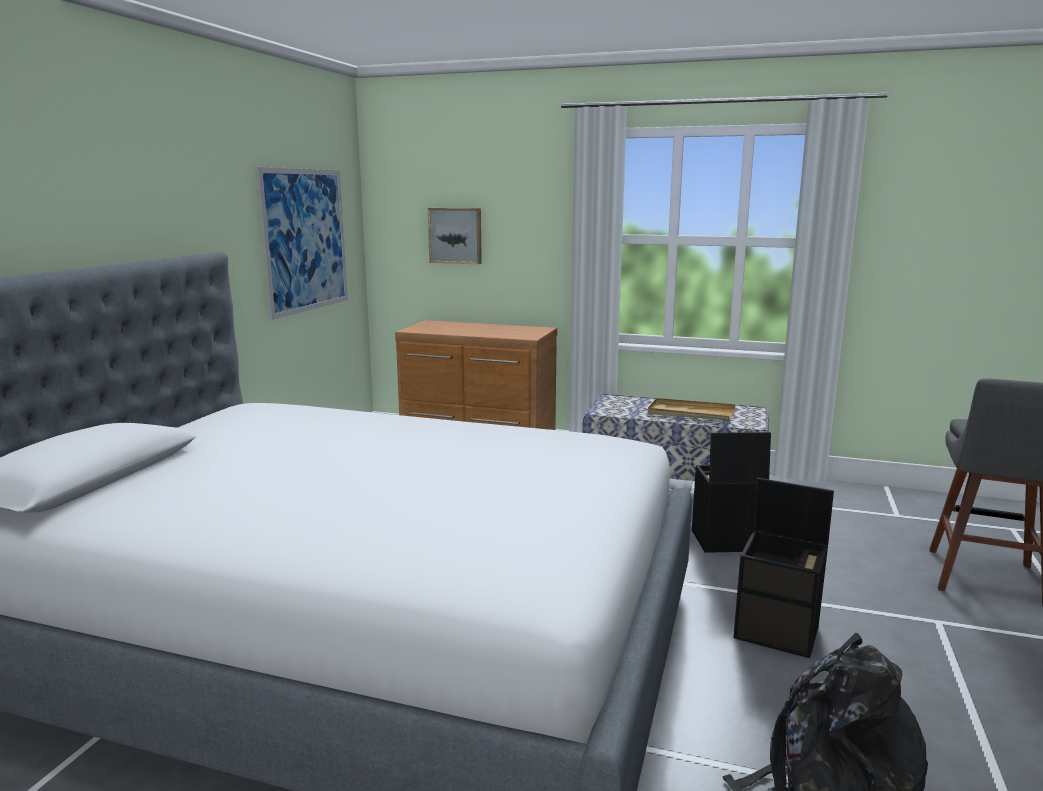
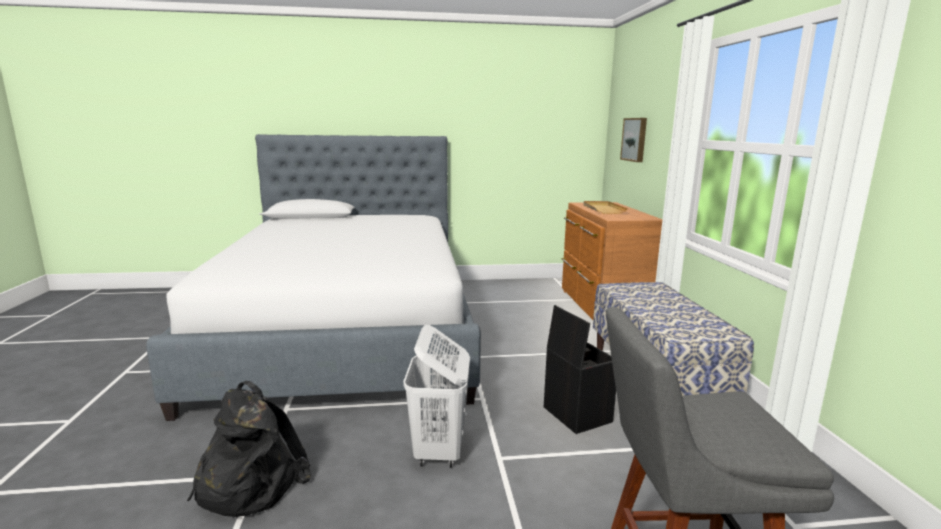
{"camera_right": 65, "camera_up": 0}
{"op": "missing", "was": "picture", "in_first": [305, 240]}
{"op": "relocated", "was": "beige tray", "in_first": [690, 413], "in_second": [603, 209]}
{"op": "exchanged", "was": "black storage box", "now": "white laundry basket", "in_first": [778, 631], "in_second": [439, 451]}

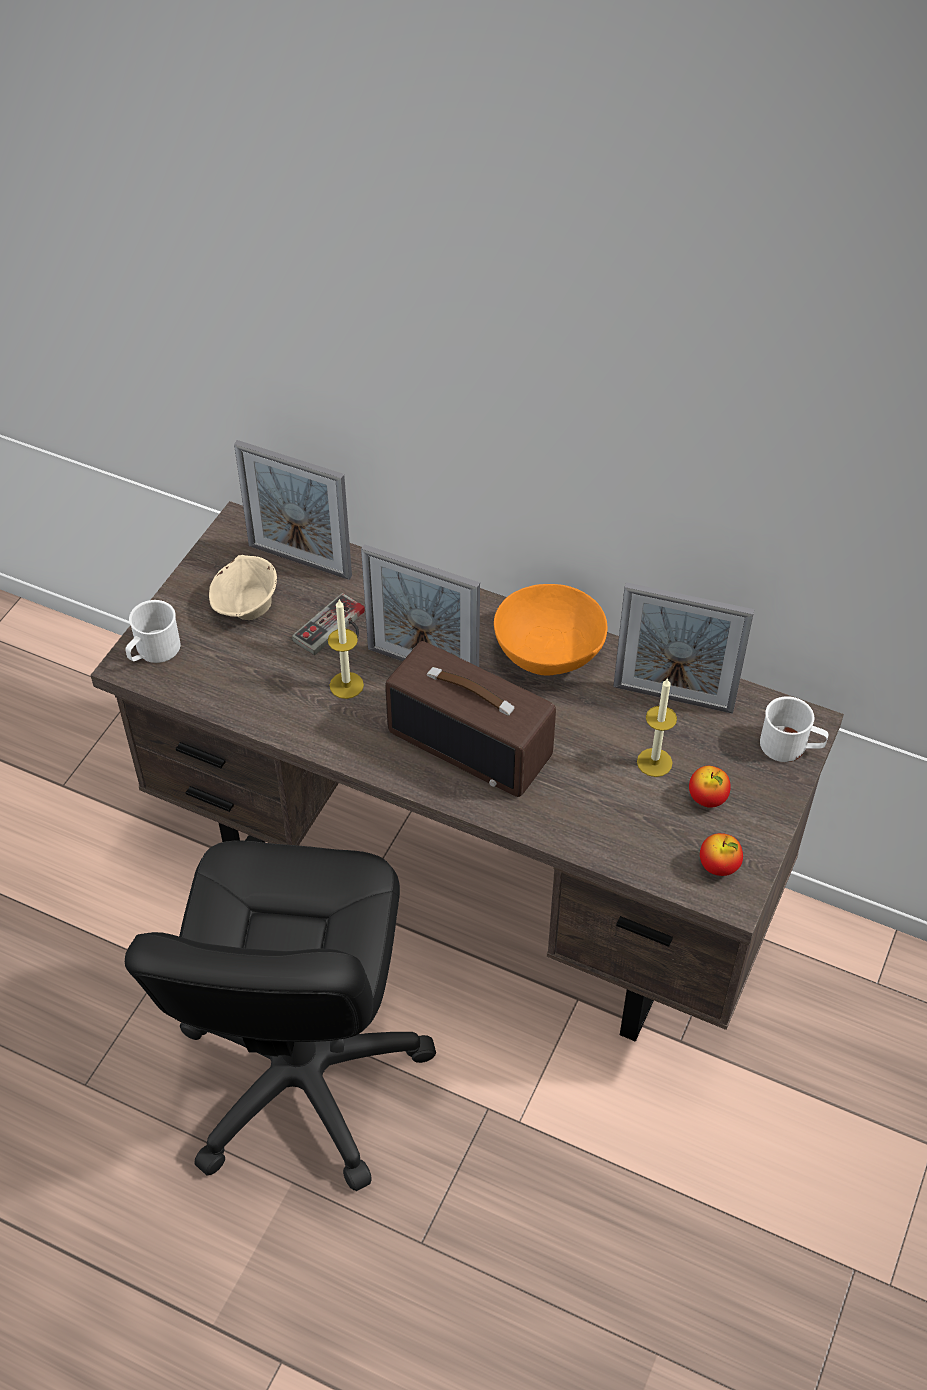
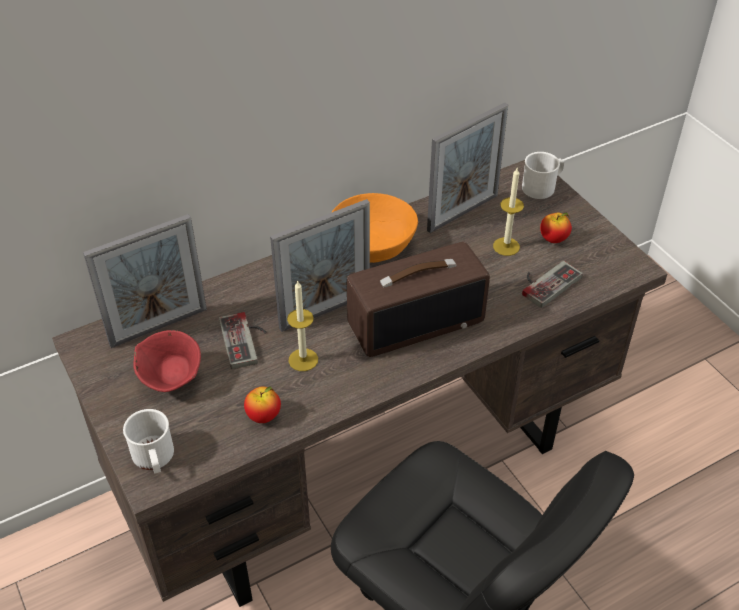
{"camera_right": -55, "camera_up": -5}
{"op": "appeared", "now": "game controller", "in_second": [546, 282]}
{"op": "relocated", "was": "apple", "in_first": [718, 867], "in_second": [264, 416]}
{"op": "colour", "was": "beige bowl", "now": "red bowl", "in_first": [247, 609], "in_second": [172, 380]}

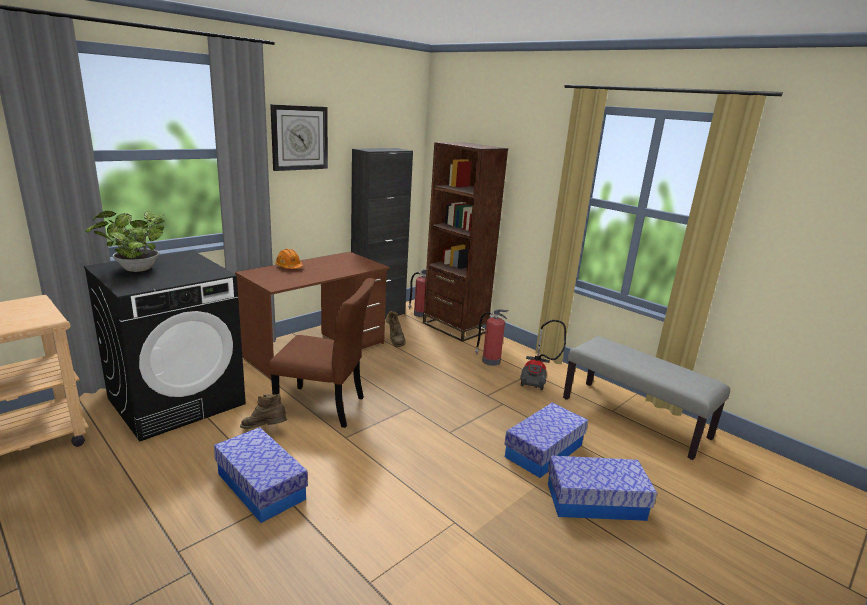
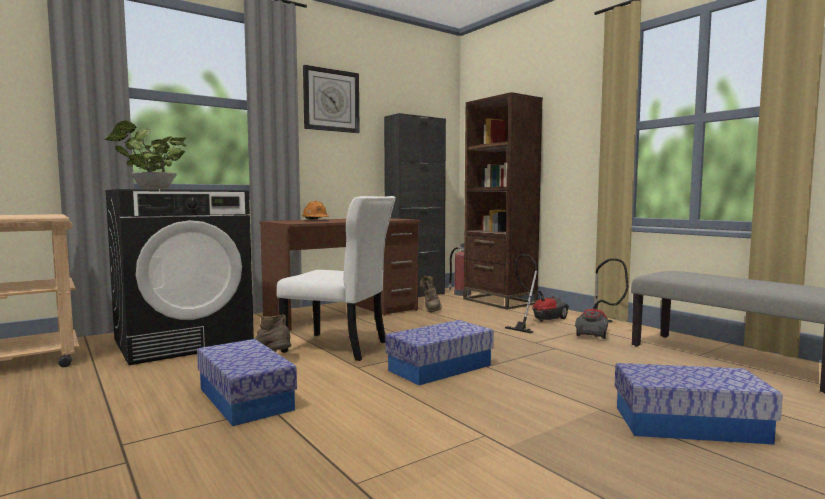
{"camera_right": 10, "camera_up": -15}
{"op": "relocated", "was": "storage box", "in_first": [544, 451], "in_second": [440, 368]}
{"op": "exchanged", "was": "fire extinguisher", "now": "vacuum cleaner", "in_first": [490, 361], "in_second": [539, 321]}
{"op": "colour", "was": "brown chair", "now": "white chair", "in_first": [324, 407], "in_second": [339, 347]}

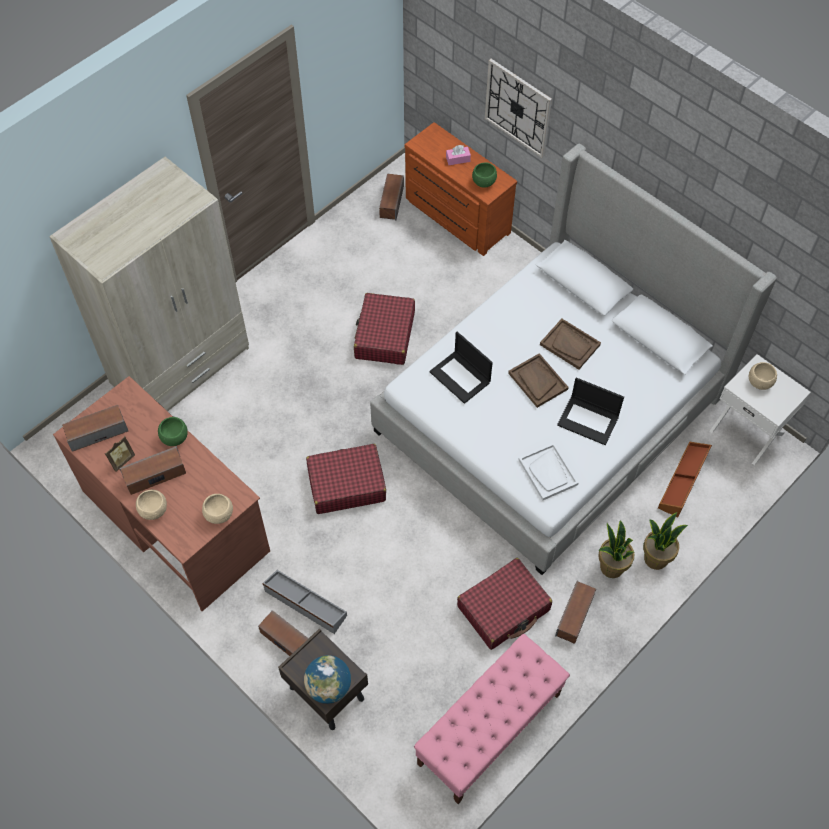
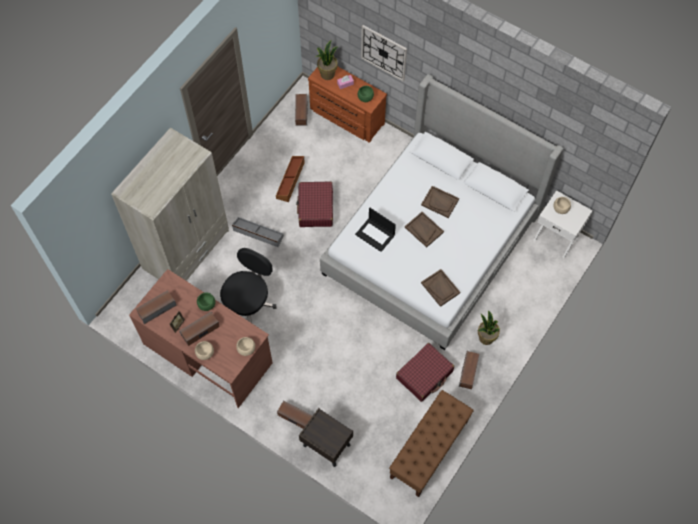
{"camera_right": -10, "camera_up": 5}
{"op": "missing", "was": "globe", "in_first": [329, 686]}
{"op": "missing", "was": "red suitcase", "in_first": [346, 484]}
{"op": "missing", "was": "laptop", "in_first": [589, 420]}
{"op": "appeared", "now": "black office chair", "in_second": [249, 302]}
{"op": "relocated", "was": "grey storage box", "in_first": [305, 604], "in_second": [258, 234]}
{"op": "relocated", "was": "potted plant", "in_first": [655, 558], "in_second": [327, 74]}
{"op": "relocated", "was": "brown storage box", "in_first": [683, 481], "in_second": [291, 180]}
{"op": "colour", "was": "pink bench", "now": "brown bench", "in_first": [489, 729], "in_second": [429, 450]}
{"op": "colour", "was": "white tray", "now": "brown tray", "in_first": [548, 472], "in_second": [440, 288]}

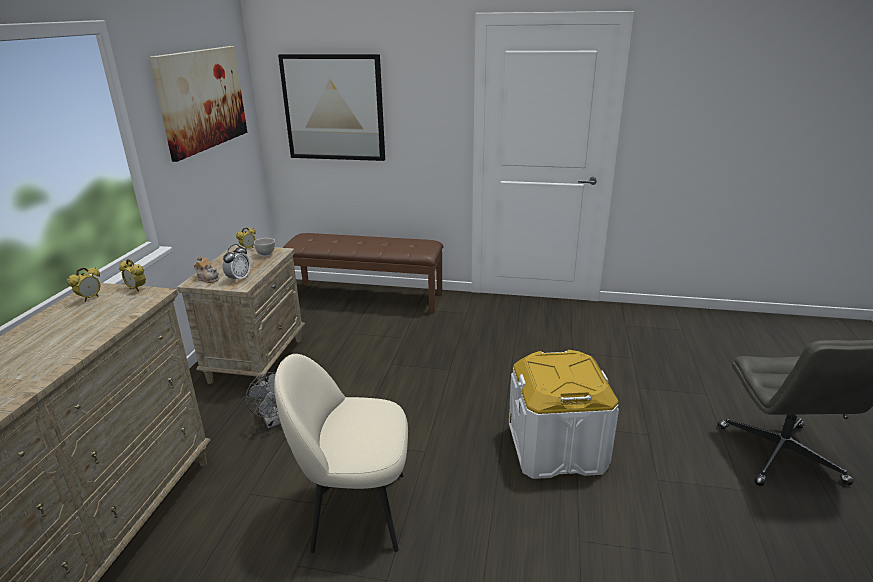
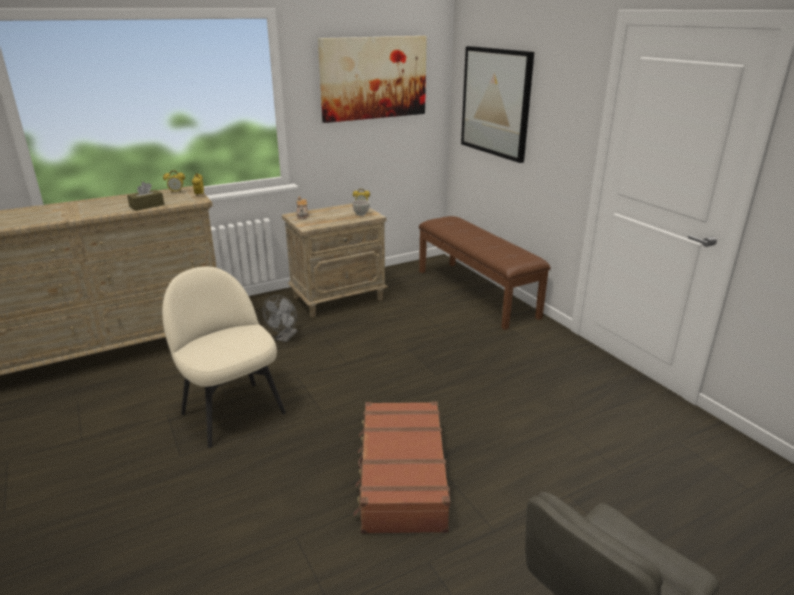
{"camera_right": 50, "camera_up": 0}
{"op": "missing", "was": "alarm clock", "in_first": [239, 279]}
{"op": "appeared", "now": "brown tissue box", "in_second": [147, 206]}
{"op": "exchanged", "was": "white storage box", "now": "brown suitcase", "in_first": [557, 448], "in_second": [401, 476]}

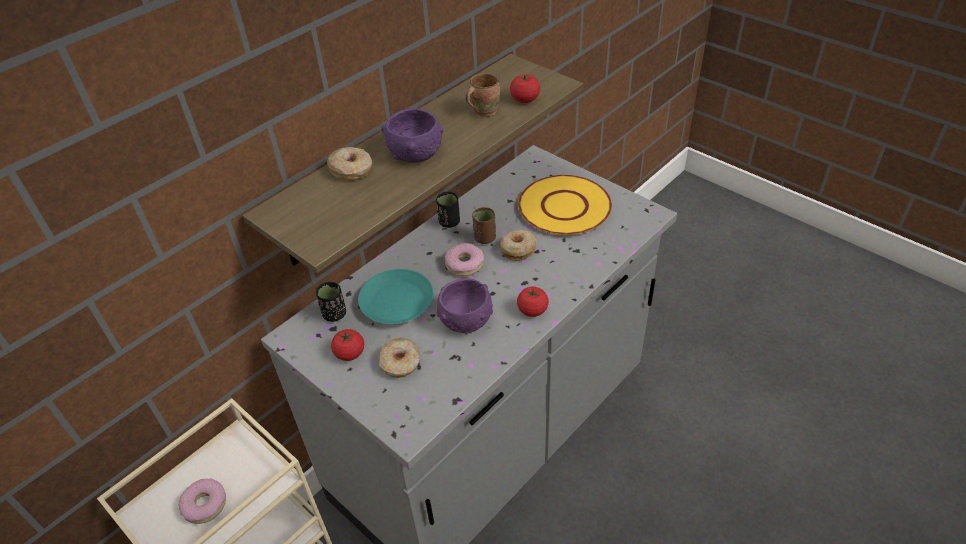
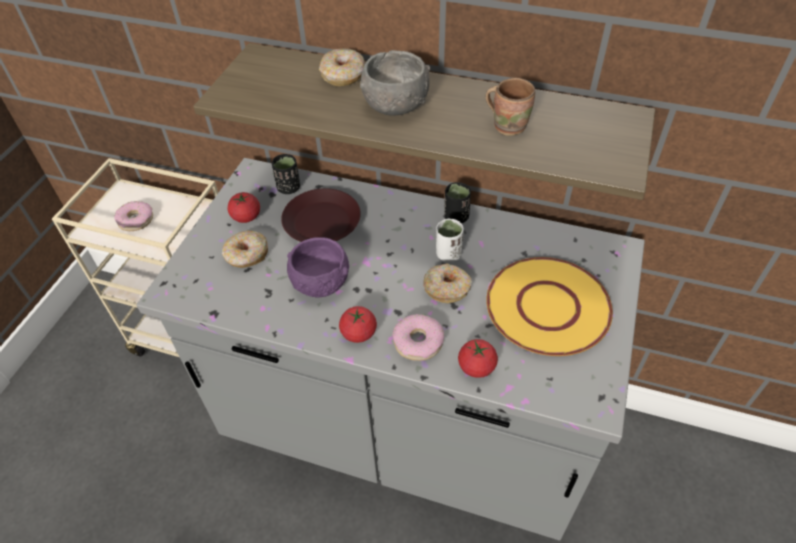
{"camera_right": 65, "camera_up": 5}
{"op": "relocated", "was": "donut", "in_first": [464, 264], "in_second": [418, 342]}
{"op": "relocated", "was": "tomato", "in_first": [525, 99], "in_second": [476, 367]}
{"op": "colour", "was": "turquoise plate", "now": "brown plate", "in_first": [396, 302], "in_second": [321, 222]}
{"op": "colour", "was": "purple bowl", "now": "grey bowl", "in_first": [415, 153], "in_second": [395, 104]}
{"op": "colour", "was": "brown cup", "now": "white cup", "in_first": [485, 238], "in_second": [448, 254]}

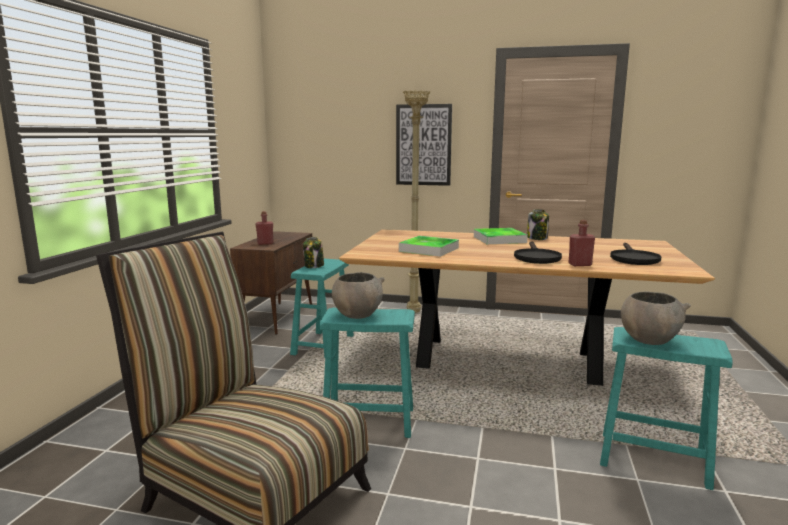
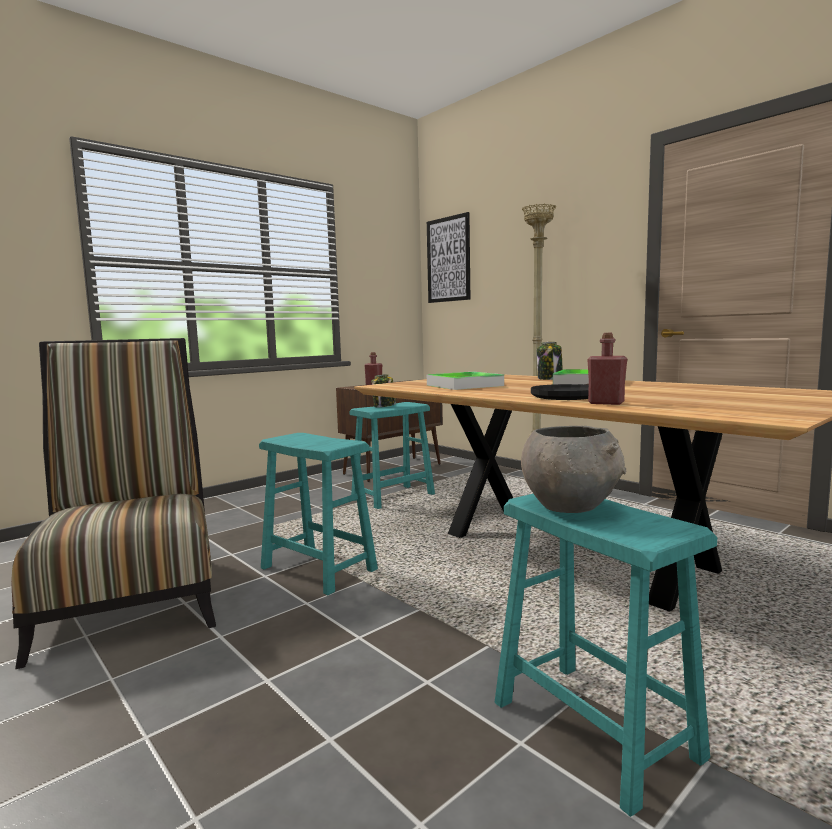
{"camera_right": 35, "camera_up": -5}
{"op": "missing", "was": "grey bowl", "in_first": [357, 314]}
{"op": "missing", "was": "black frying pan", "in_first": [633, 259]}
{"op": "relocated", "was": "picture", "in_first": [423, 145], "in_second": [448, 259]}
{"op": "relocated", "was": "jar", "in_first": [537, 238], "in_second": [550, 378]}

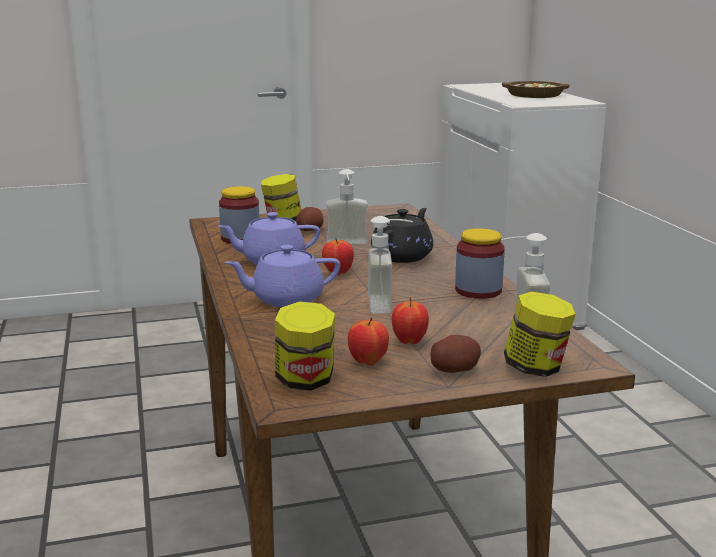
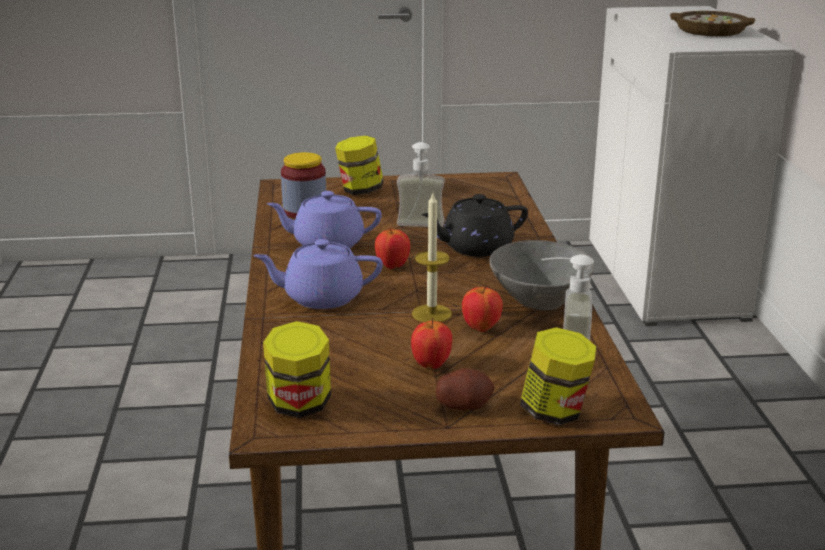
{"camera_right": 10, "camera_up": 5}
{"op": "missing", "was": "potato", "in_first": [310, 230]}
{"op": "relocated", "was": "apple", "in_first": [368, 362], "in_second": [481, 328]}
{"op": "exchanged", "was": "soap dispenser", "now": "candle", "in_first": [390, 304], "in_second": [431, 314]}
{"op": "exchanged", "was": "jar", "now": "grey bowl", "in_first": [478, 290], "in_second": [539, 302]}
{"op": "spun", "was": "black teapot", "in_first": [402, 256], "in_second": [475, 248], "clockwise": -150}

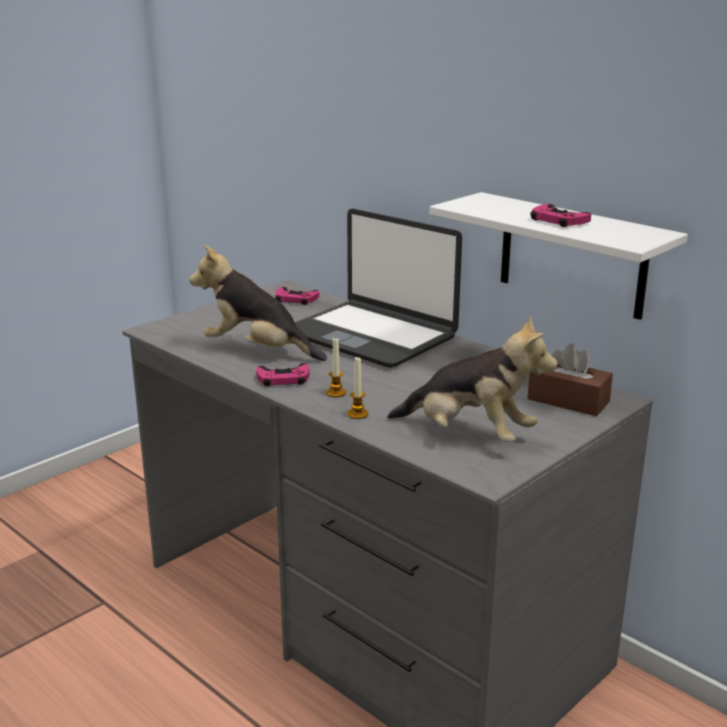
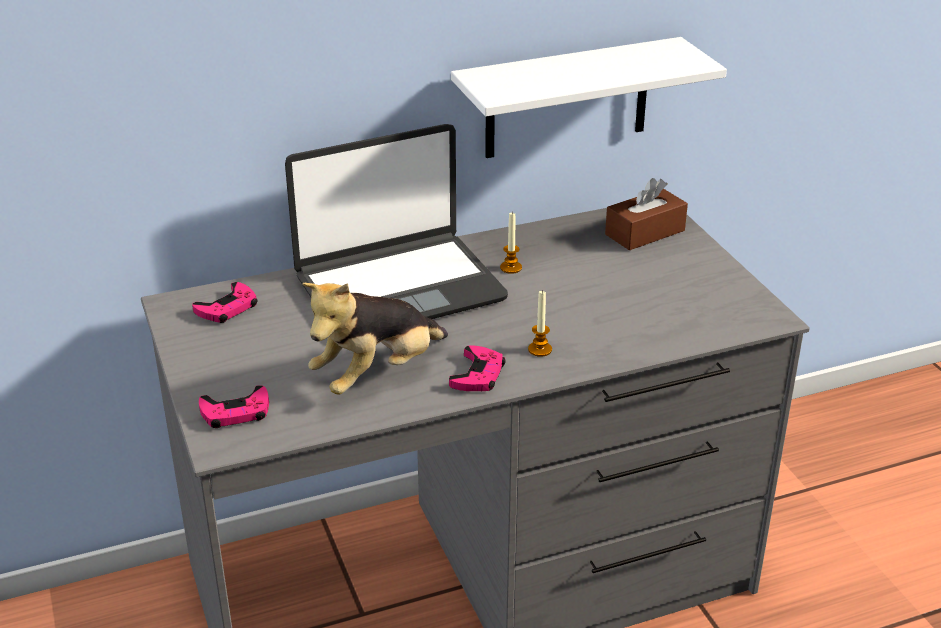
{"camera_right": -65, "camera_up": 10}
{"op": "missing", "was": "plush toy", "in_first": [469, 435]}
{"op": "relocated", "was": "candle", "in_first": [357, 414], "in_second": [511, 268]}
{"op": "relocated", "was": "pink game controller", "in_first": [558, 221], "in_second": [236, 412]}

